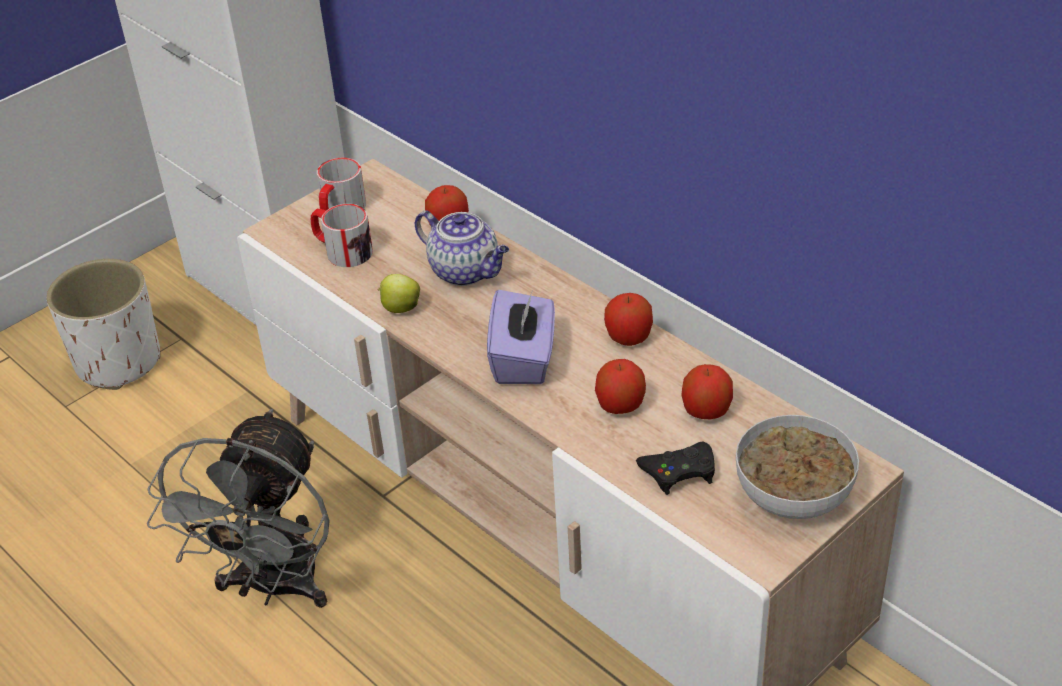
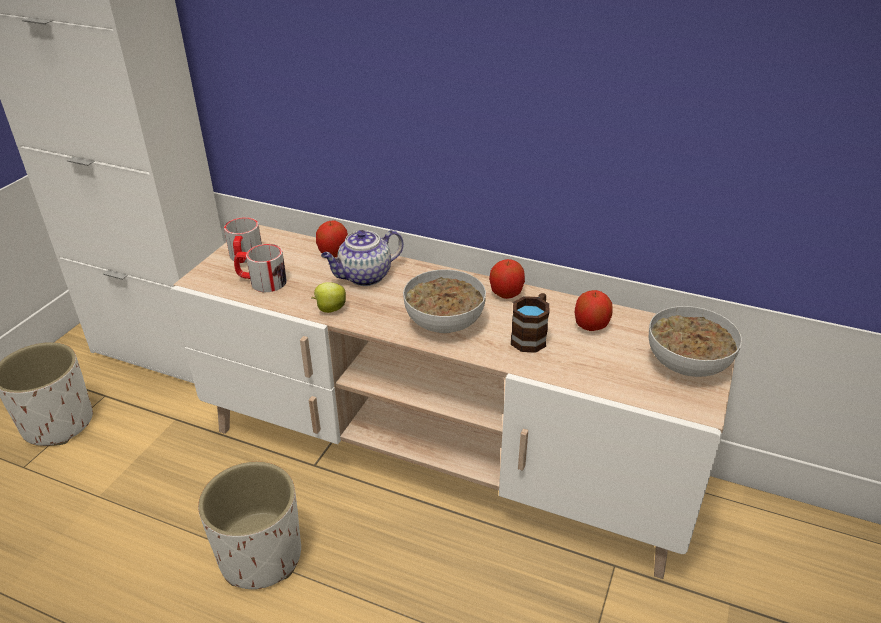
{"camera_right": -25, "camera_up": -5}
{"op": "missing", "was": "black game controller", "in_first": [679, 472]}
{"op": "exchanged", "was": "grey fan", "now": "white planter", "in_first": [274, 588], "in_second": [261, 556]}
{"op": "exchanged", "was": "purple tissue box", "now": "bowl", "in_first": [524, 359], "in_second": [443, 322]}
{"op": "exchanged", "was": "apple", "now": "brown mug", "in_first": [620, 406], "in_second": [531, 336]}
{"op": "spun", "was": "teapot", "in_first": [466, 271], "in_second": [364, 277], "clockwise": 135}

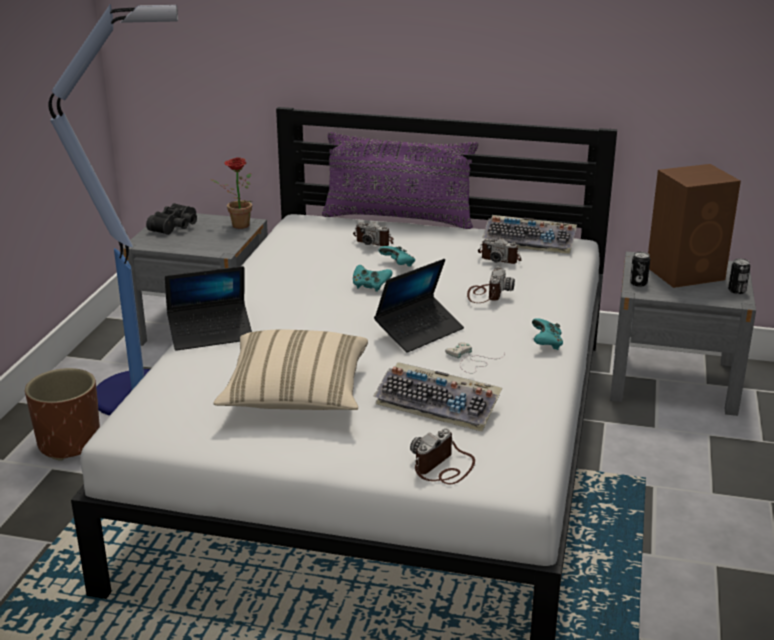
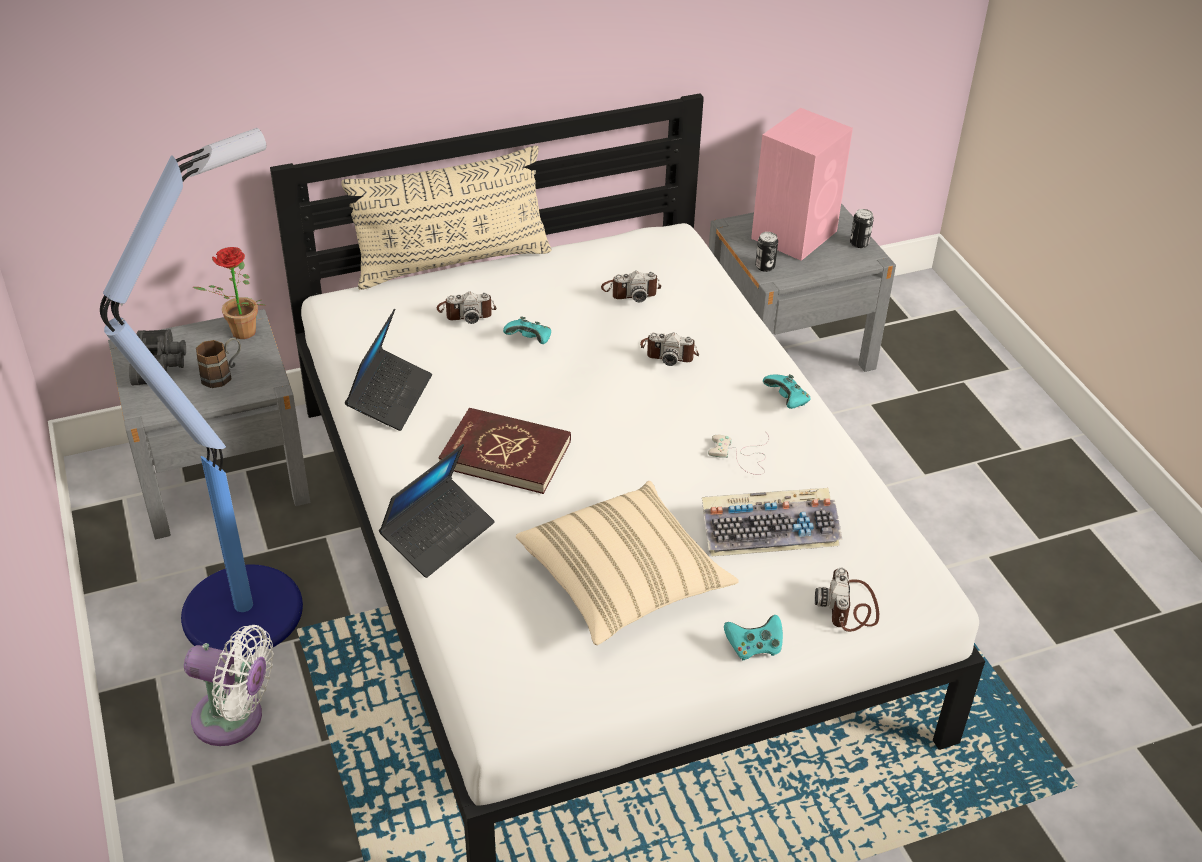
{"camera_right": -35, "camera_up": 15}
{"op": "missing", "was": "keyboard", "in_first": [531, 241]}
{"op": "appeared", "now": "brown mug", "in_second": [223, 375]}
{"op": "appeared", "now": "red book", "in_second": [506, 454]}
{"op": "relocated", "was": "turquoise game controller", "in_first": [370, 286], "in_second": [754, 647]}
{"op": "relocated", "was": "laptop", "in_first": [419, 331], "in_second": [390, 397]}
{"op": "exchanged", "was": "brown planter", "now": "white fan", "in_first": [70, 443], "in_second": [234, 719]}
{"op": "colour", "was": "purple pillow", "now": "beige pillow", "in_first": [398, 219], "in_second": [452, 262]}
{"op": "colour", "was": "brown speaker", "now": "pink speaker", "in_first": [687, 273], "in_second": [795, 234]}
{"op": "spun", "was": "photo camera", "in_first": [487, 294], "in_second": [669, 352], "clockwise": 120}

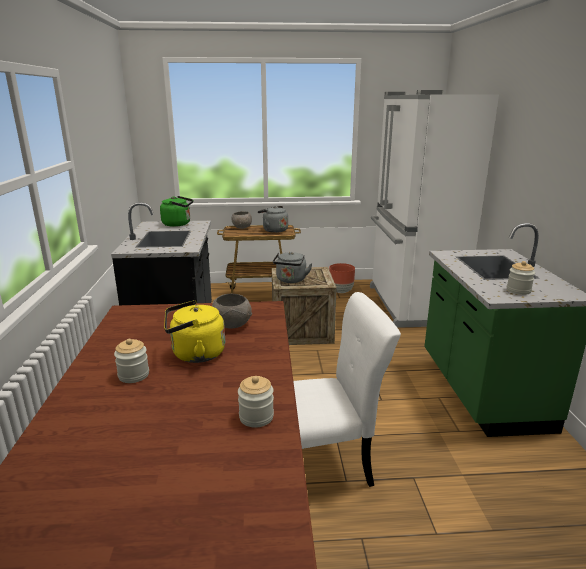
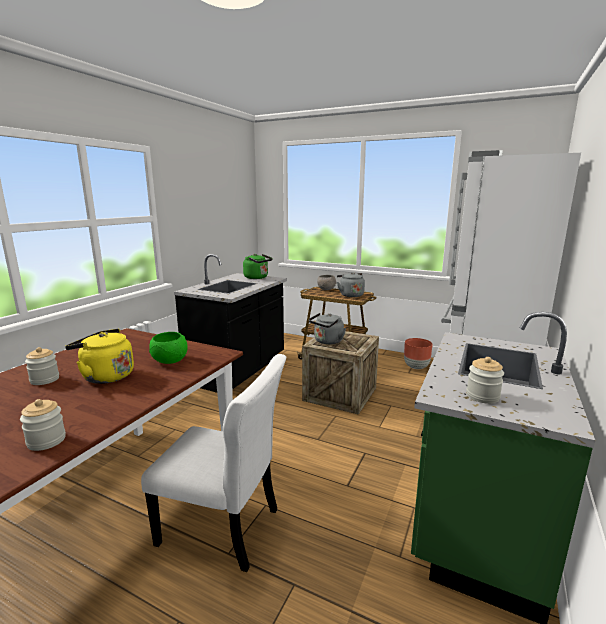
{"camera_right": 30, "camera_up": -5}
{"op": "colour", "was": "grey bowl", "now": "green bowl", "in_first": [231, 325], "in_second": [169, 360]}

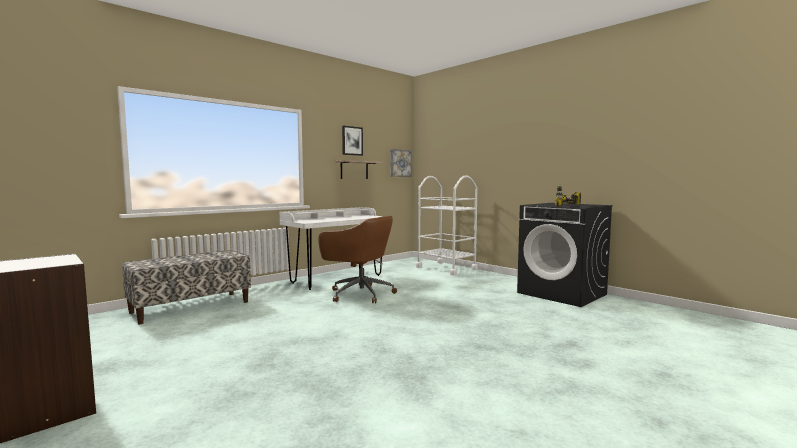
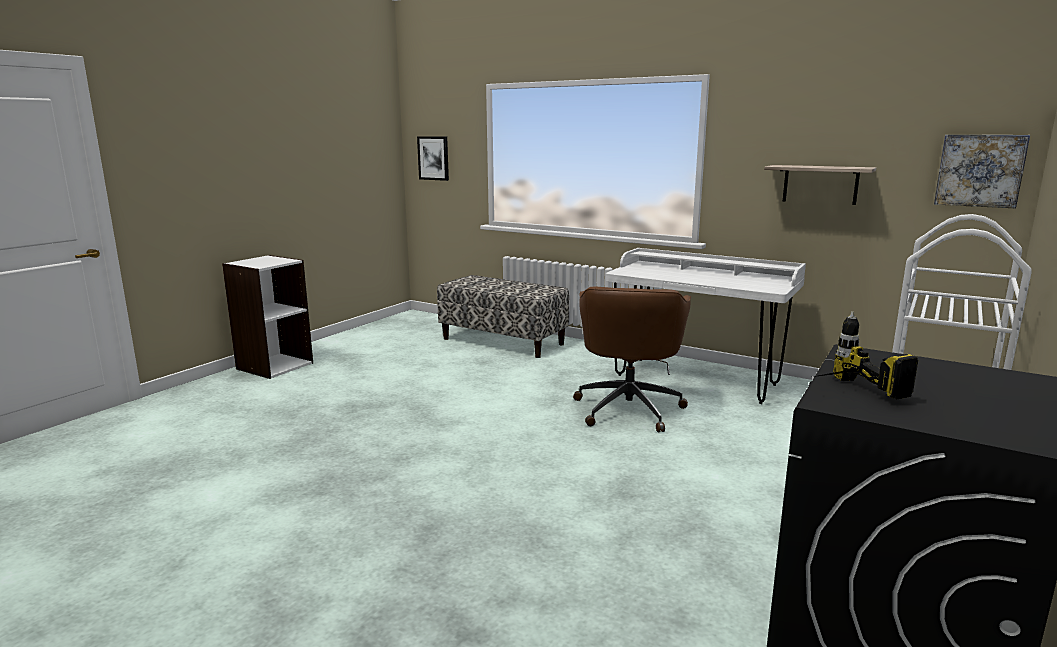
{"camera_right": 75, "camera_up": 10}
{"op": "relocated", "was": "picture", "in_first": [352, 141], "in_second": [433, 158]}

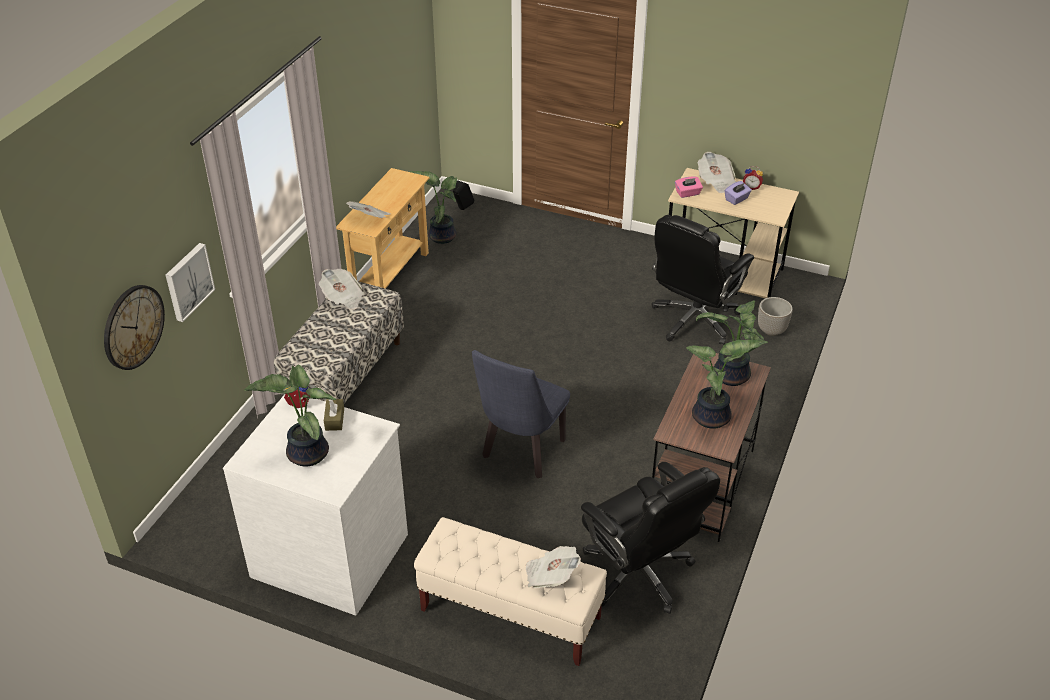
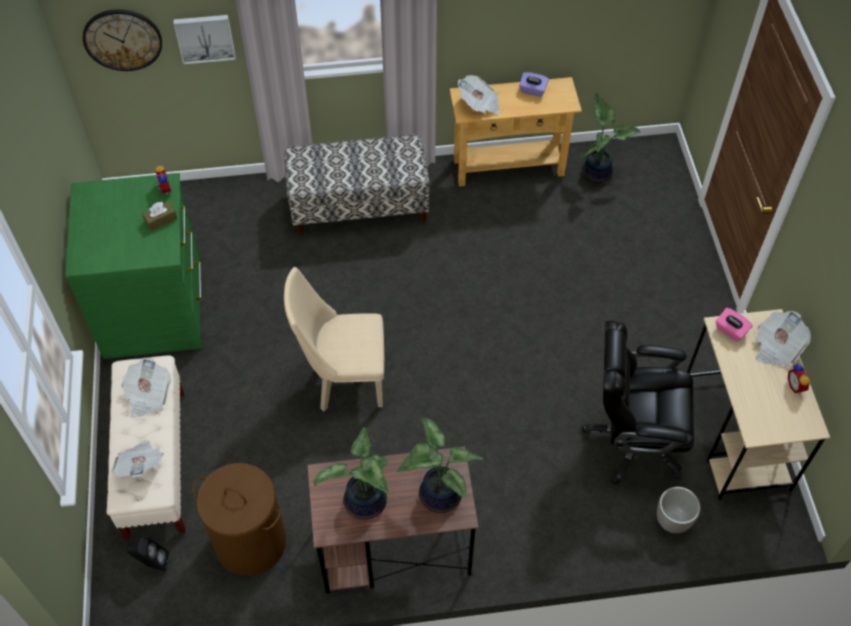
{"camera_right": 60, "camera_up": 15}
{"op": "missing", "was": "potted plant", "in_first": [305, 453]}
{"op": "relocated", "was": "newspaper", "in_first": [343, 298], "in_second": [148, 395]}
{"op": "relocated", "was": "black speaker", "in_first": [462, 209], "in_second": [152, 563]}
{"op": "relocated", "was": "purple tissue box", "in_first": [737, 199], "in_second": [532, 90]}
{"op": "exchanged", "was": "black office chair", "now": "brown laundry basket", "in_first": [639, 574], "in_second": [250, 542]}
{"op": "colour", "was": "white dresser", "now": "green dresser", "in_first": [331, 553], "in_second": [156, 309]}
{"op": "colour", "was": "blue chair", "now": "beige chair", "in_first": [521, 453], "in_second": [343, 381]}

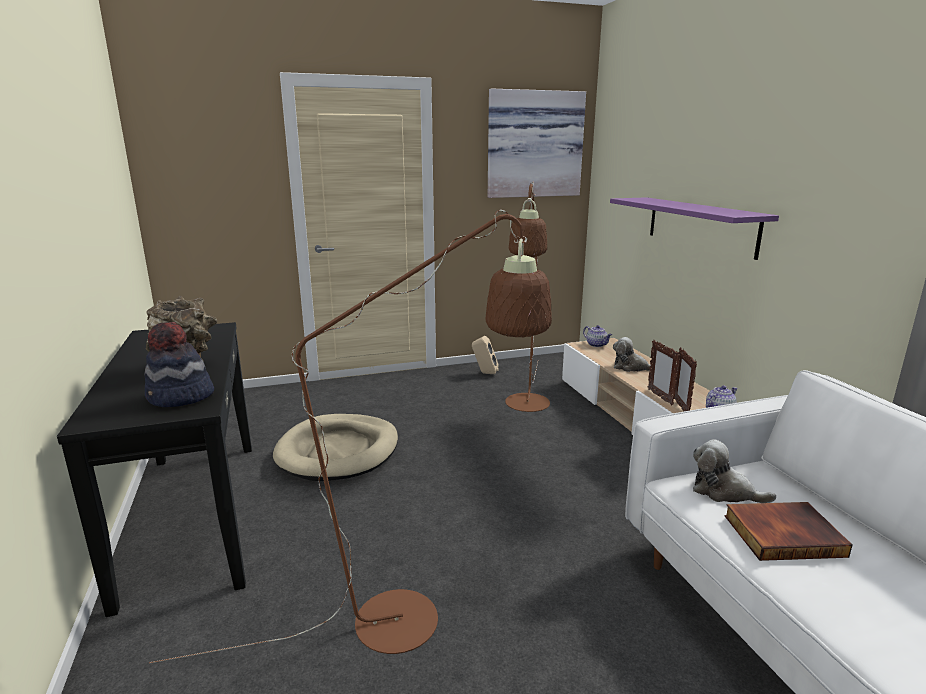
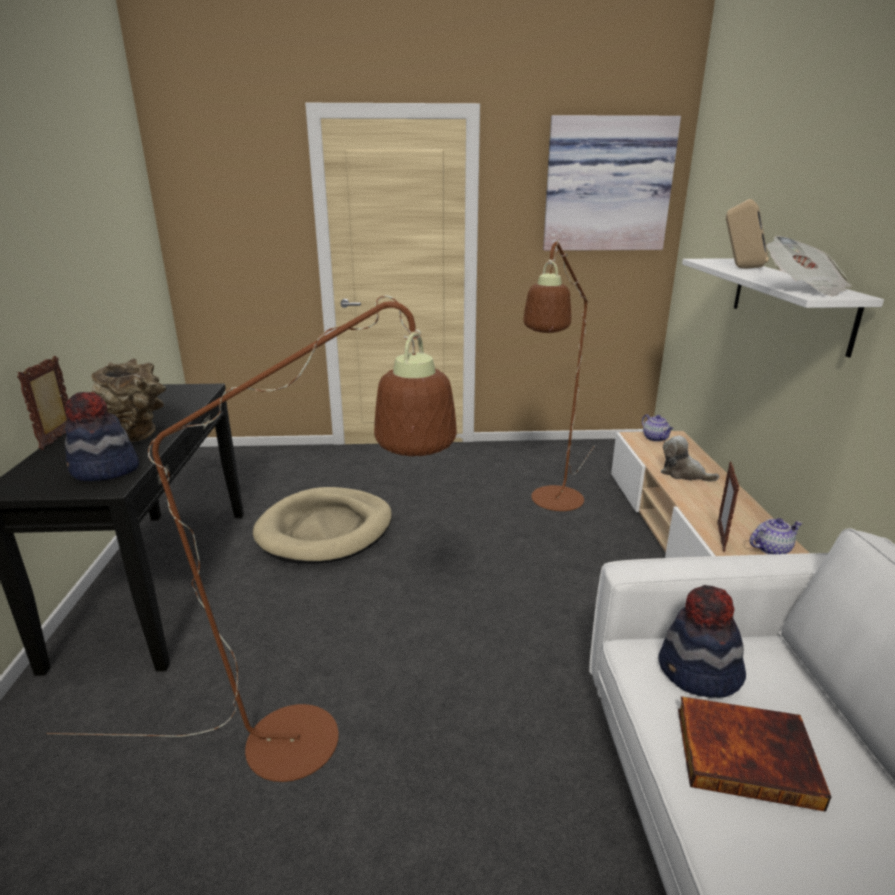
{"camera_right": 15, "camera_up": 5}
{"op": "appeared", "now": "newspaper", "in_second": [803, 289]}
{"op": "relocated", "was": "beige speaker", "in_first": [484, 373], "in_second": [741, 268]}
{"op": "relocated", "was": "picture frame", "in_first": [660, 397], "in_second": [59, 438]}
{"op": "exchanged", "was": "plush toy", "now": "hat", "in_first": [724, 491], "in_second": [698, 673]}
{"op": "colour", "was": "purple shelf", "now": "white shelf", "in_first": [700, 225], "in_second": [790, 302]}

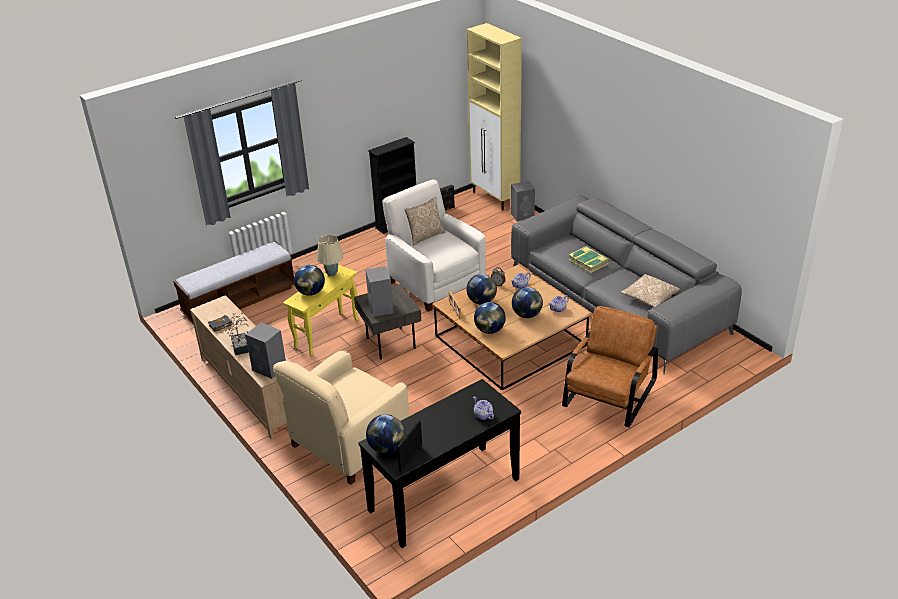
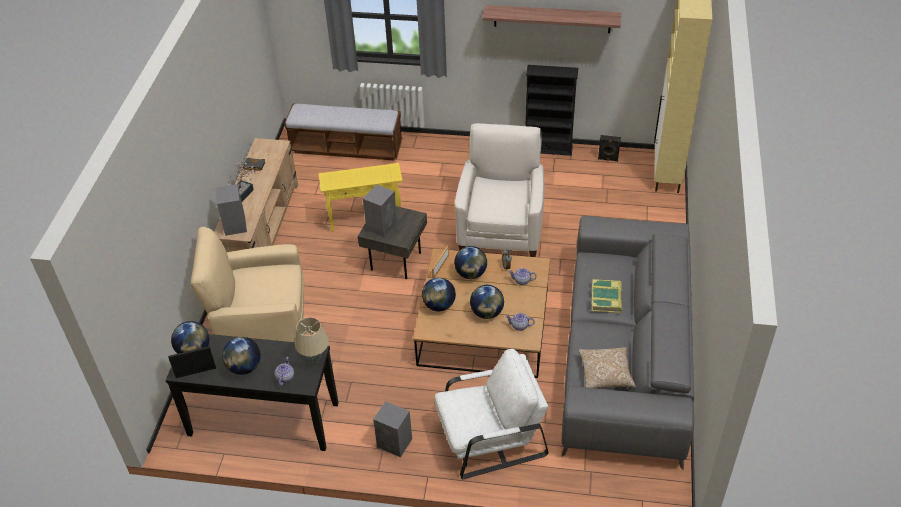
{"camera_right": 45, "camera_up": 10}
{"op": "missing", "was": "pillow", "in_first": [425, 236]}
{"op": "appeared", "now": "shelf", "in_second": [552, 19]}
{"op": "relocated", "was": "globe", "in_first": [311, 292], "in_second": [244, 367]}
{"op": "relocated", "was": "beige table lamp", "in_first": [332, 273], "in_second": [315, 359]}
{"op": "relocated", "was": "grey speaker", "in_first": [523, 215], "in_second": [395, 443]}
{"op": "colour", "was": "brown armchair", "now": "white armchair", "in_first": [609, 394], "in_second": [490, 437]}

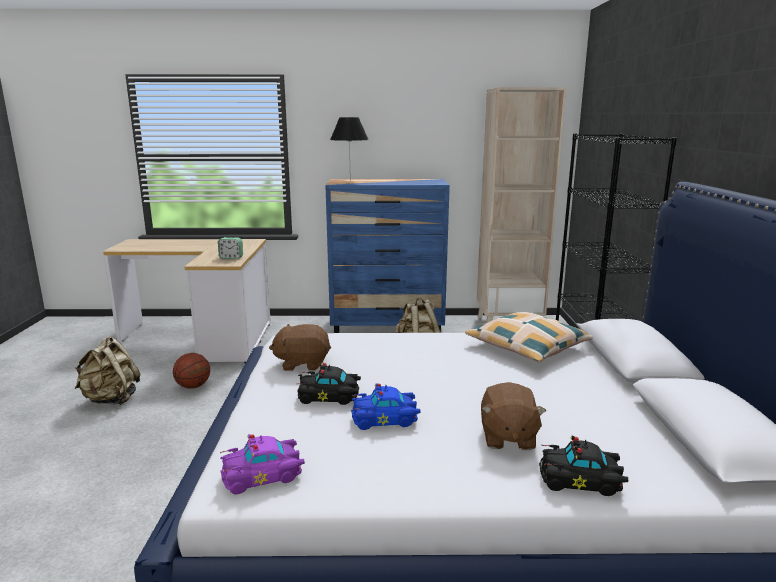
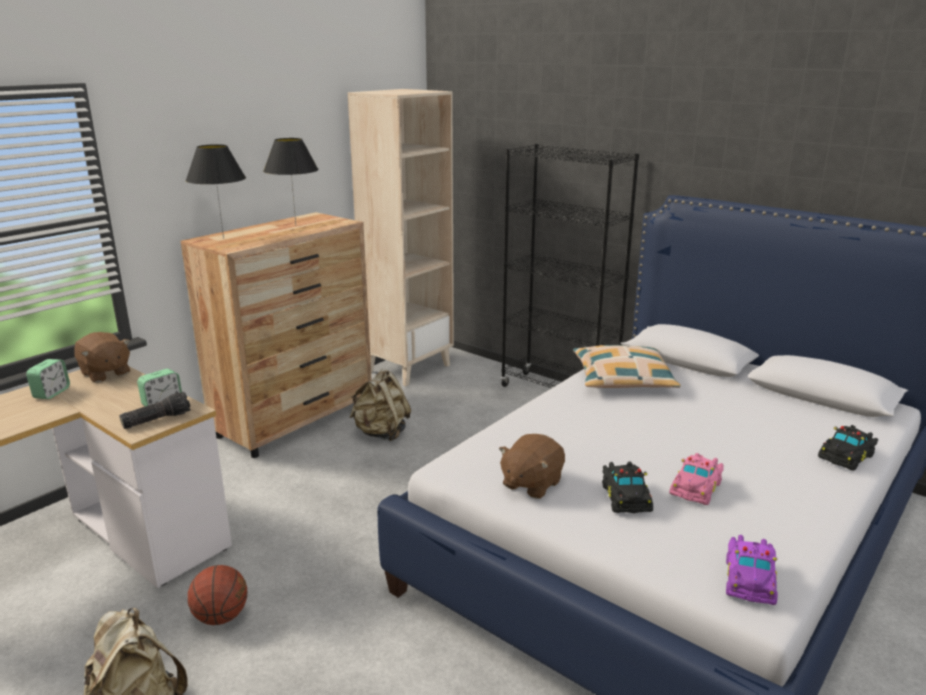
{"camera_right": -50, "camera_up": 5}
{"op": "appeared", "now": "alarm clock", "in_second": [51, 393]}
{"op": "appeared", "now": "flashlight", "in_second": [157, 419]}
{"op": "appeared", "now": "black table lamp", "in_second": [295, 226]}
{"op": "relocated", "was": "brown plush toy", "in_first": [507, 437], "in_second": [105, 373]}
{"op": "colour", "was": "blue dresser", "now": "brown dresser", "in_first": [388, 325], "in_second": [295, 420]}
{"op": "colour", "was": "blue toy car", "now": "pink toy car", "in_first": [386, 419], "in_second": [697, 487]}
{"op": "spun", "was": "black toy car", "in_first": [330, 397], "in_second": [626, 496], "clockwise": -45}

